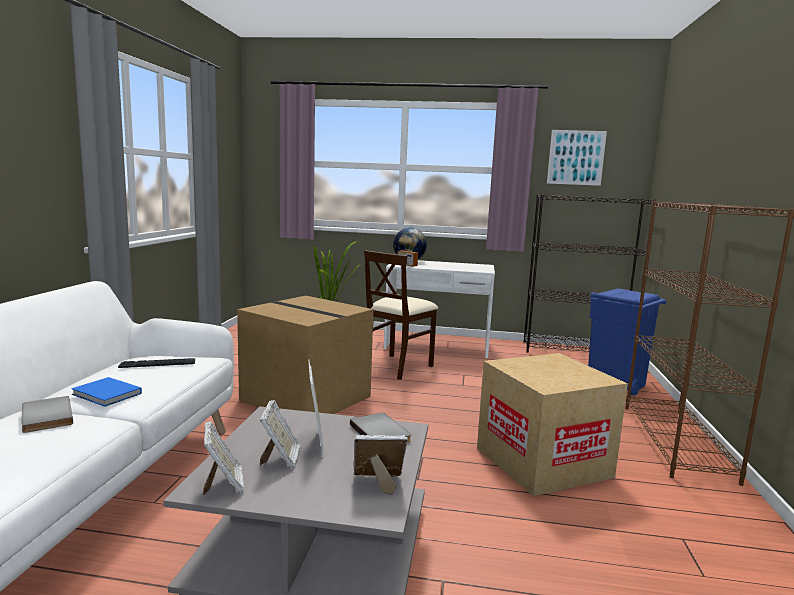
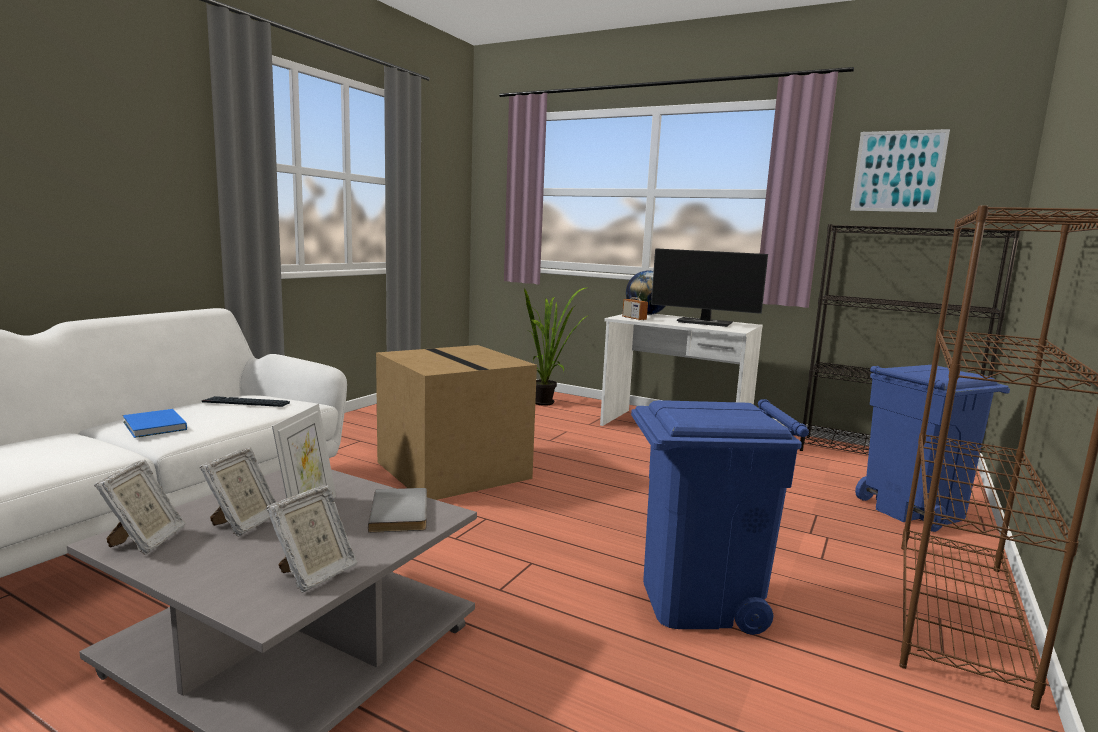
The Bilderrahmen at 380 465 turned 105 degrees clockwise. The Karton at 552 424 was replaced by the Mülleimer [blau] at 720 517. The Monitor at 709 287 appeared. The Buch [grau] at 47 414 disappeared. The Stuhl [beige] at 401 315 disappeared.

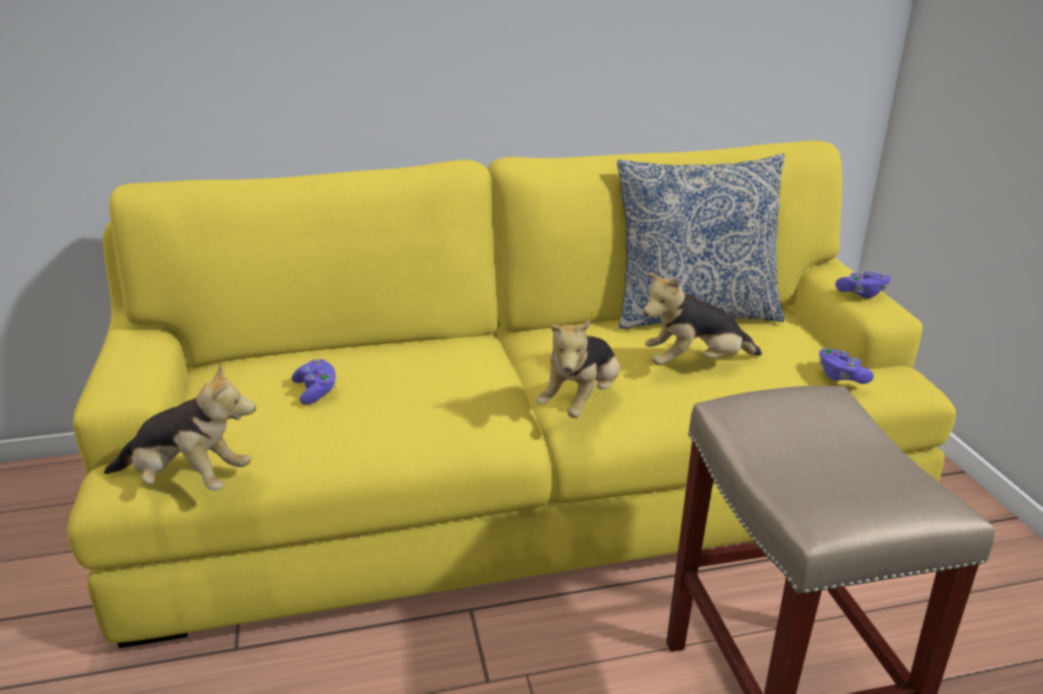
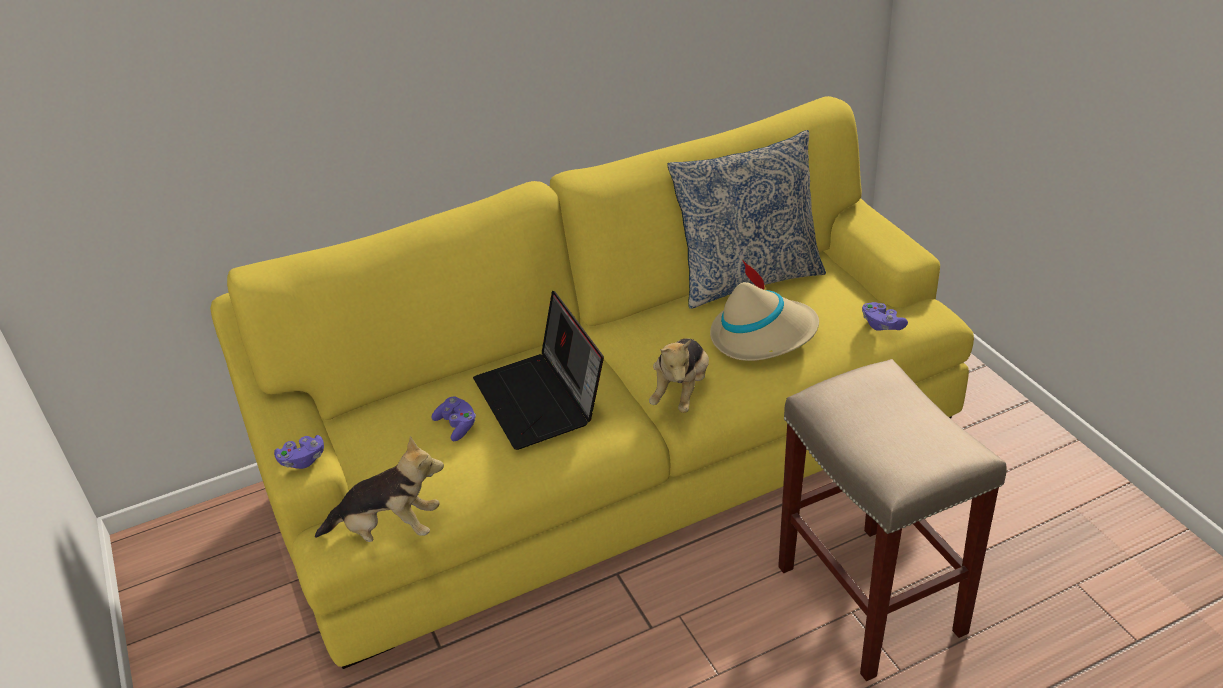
The Gamepad [lila] moved from 862 285 to 299 452. The Laptop at 538 370 appeared. The Plüschtier at 702 318 was replaced by the Hut [beige] at 764 310.

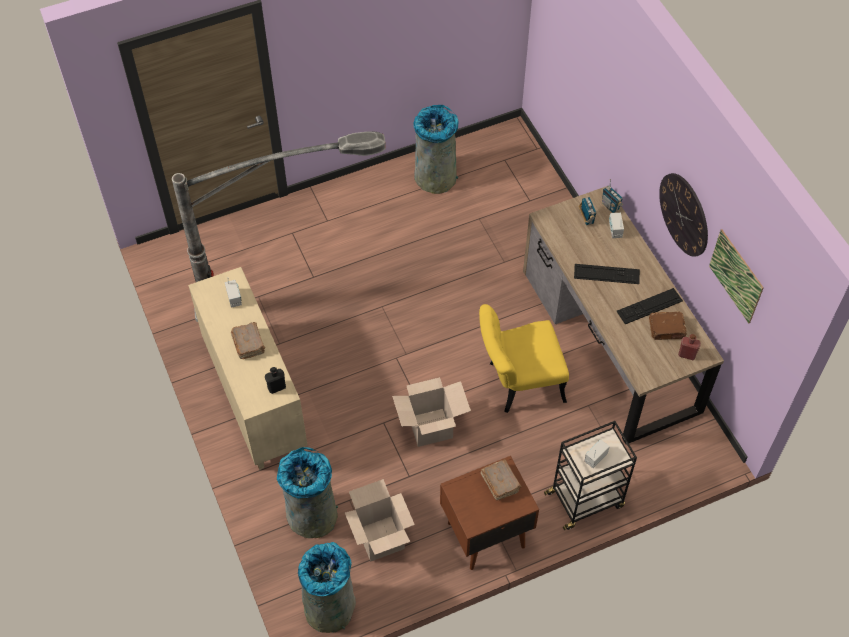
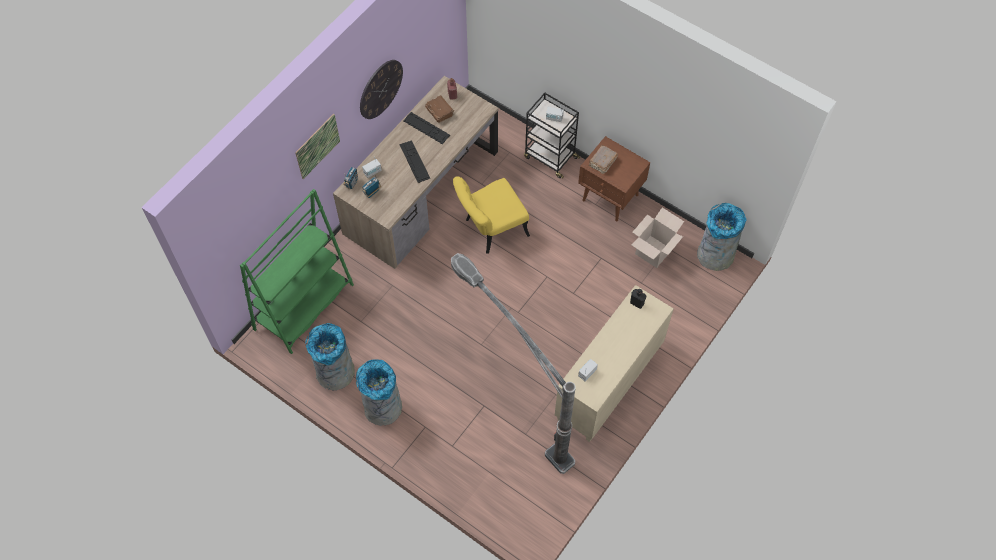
The Bücherregal [grün] at 297 271 appeared. The Bild moved from 736 276 to 317 146. The Mülleimer [grau] moved from 307 492 to 379 393. The Stuhl [gelb] at 524 358 turned 105 degrees clockwise. The Buch [braun] at 248 340 disappeared. The Karton at 431 412 disappeared.

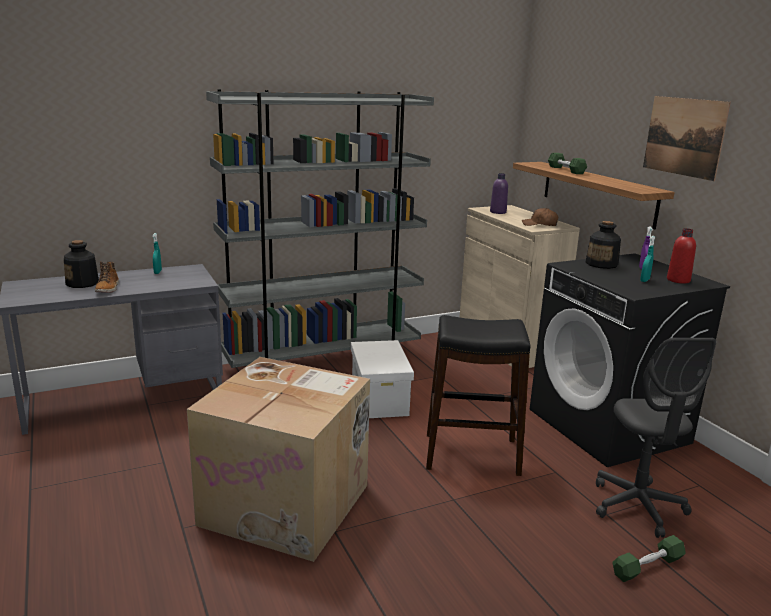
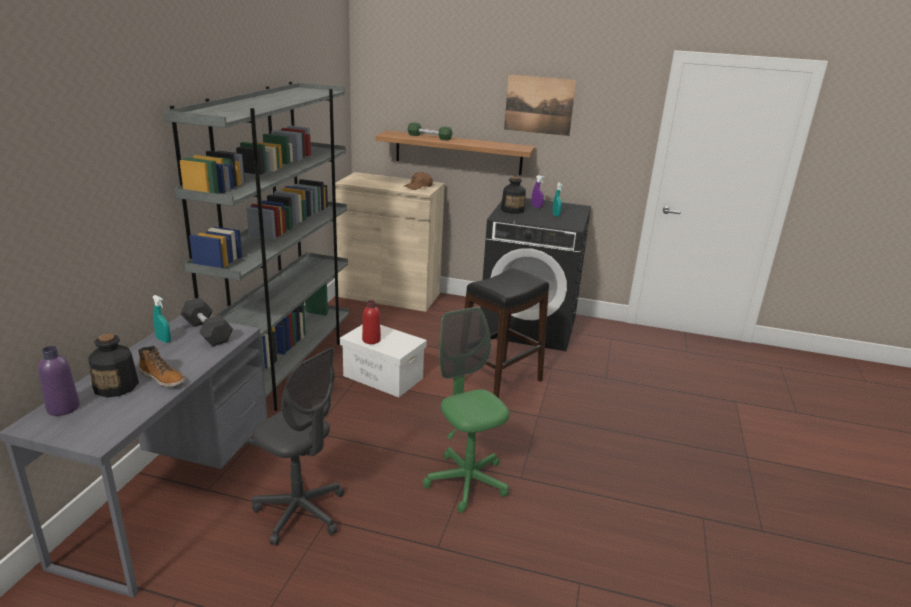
The Flasche [lila] moved from 499 193 to 59 381. The Hantel [grau] at 206 322 appeared. The Bürostuhl [grau] moved from 656 438 to 298 446. The Flasche [rot] moved from 681 256 to 371 322. The Karton at 278 459 was replaced by the Bürostuhl [grün] at 466 410. The Hantel [grün] at 649 558 disappeared.

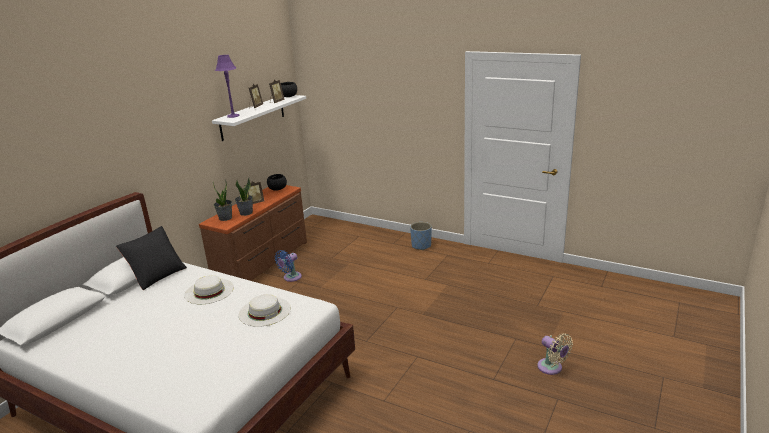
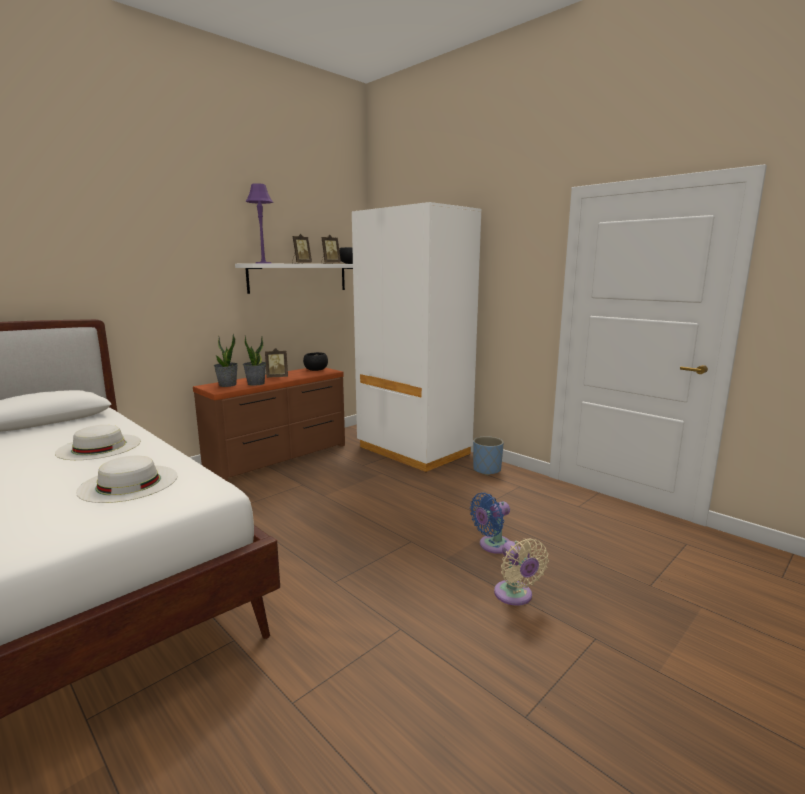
The Kleiderschrank [weiß] at 416 337 appeared. The Ventilator [blau] moved from 288 266 to 490 523. The Ventilator [beige] moved from 555 354 to 521 572. The Kissen [schwarz] at 151 258 disappeared.

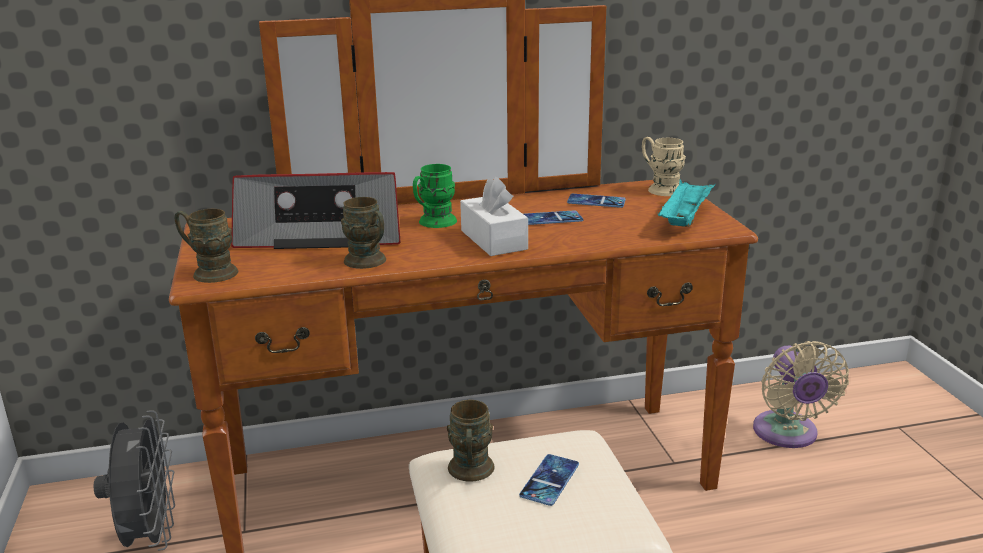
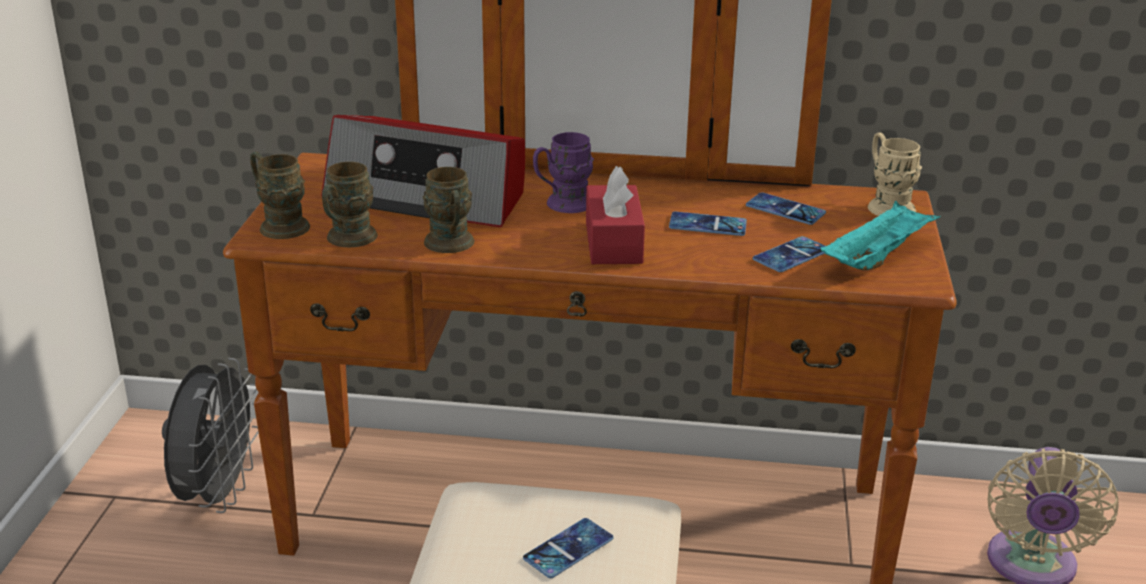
The Henkelbecher [braun] moved from 471 441 to 350 204. The Henkelbecher [grün] at 435 196 became the Henkelbecher [lila] at 563 172. The Taschentuchbox [weiß] at 494 216 became the Taschentuchbox [rot] at 615 215. The Handy at 789 254 appeared.

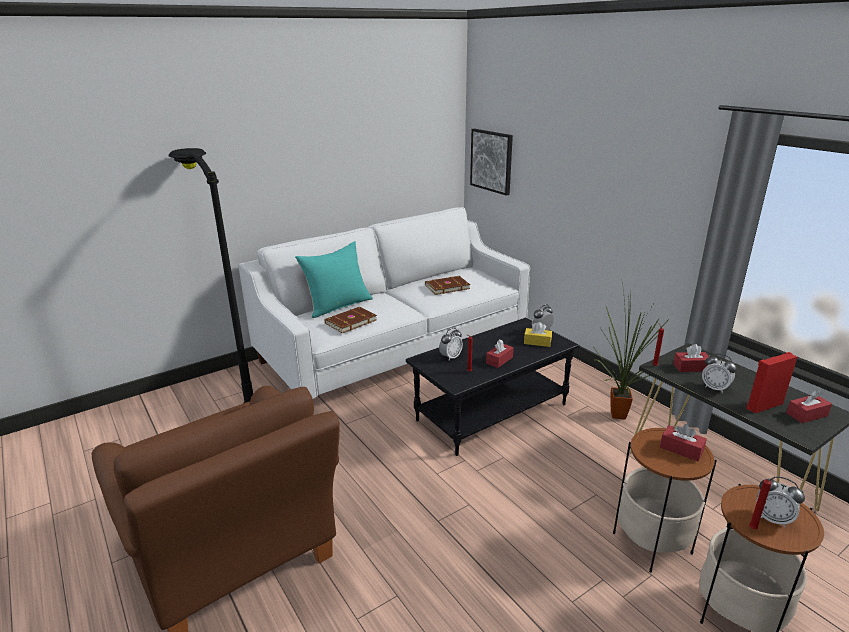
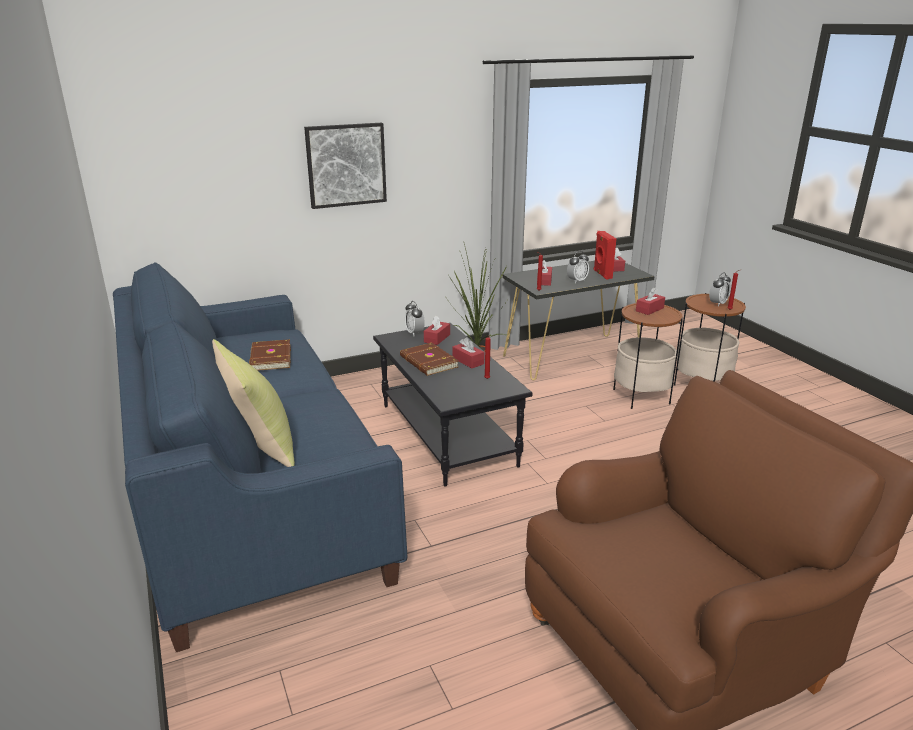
The Sofa [weiß] at 384 303 became the Sofa [blau] at 260 457. The Kissen [türkis] at 334 279 became the Kissen [gelb] at 253 403. The Bild moved from 491 162 to 345 166. The Buch [braun] moved from 351 320 to 429 359. The Taschentuchbox [gelb] at 538 334 became the Taschentuchbox [rot] at 437 330. The Stehlampe [schwarz] at 210 275 disappeared. The Wecker at 451 344 disappeared.

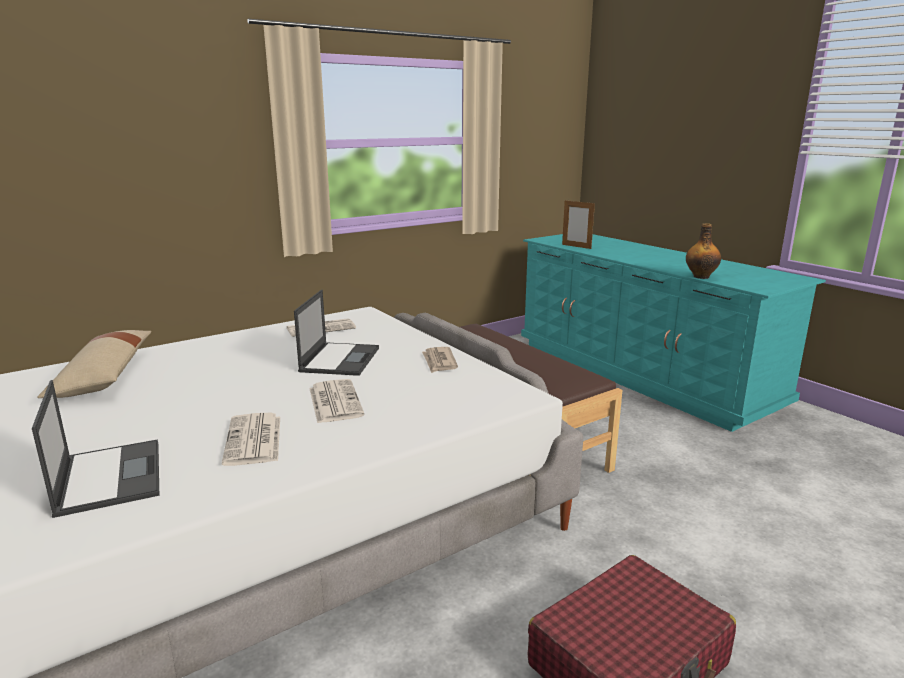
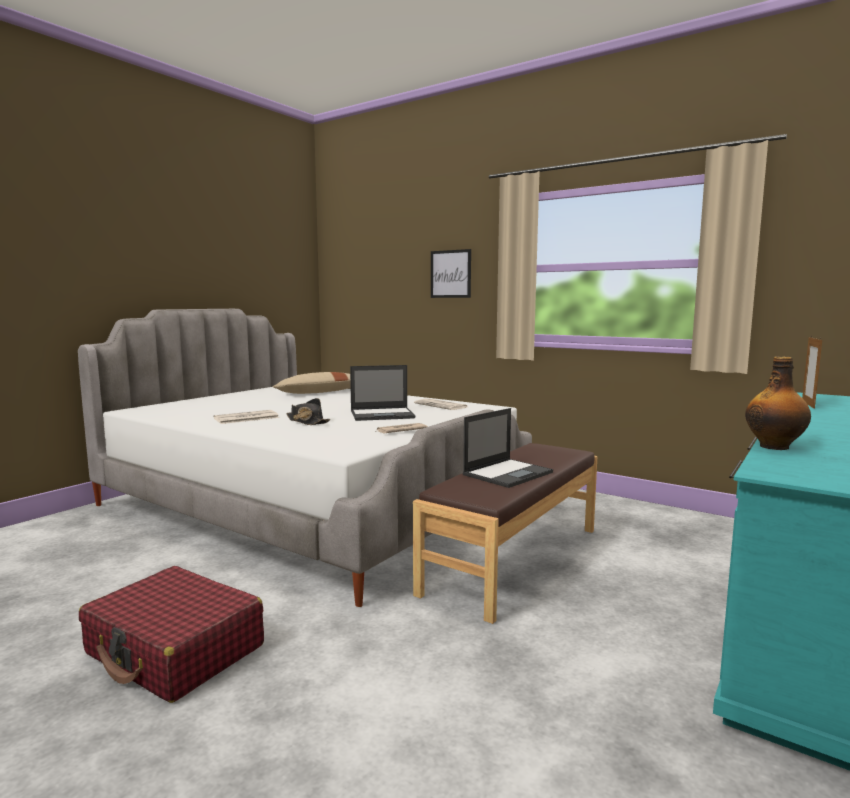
The Zeitung at 337 401 was replaced by the Hut [schwarz] at 308 411. The Bild at 451 273 appeared. The Laptop moved from 96 449 to 508 448.

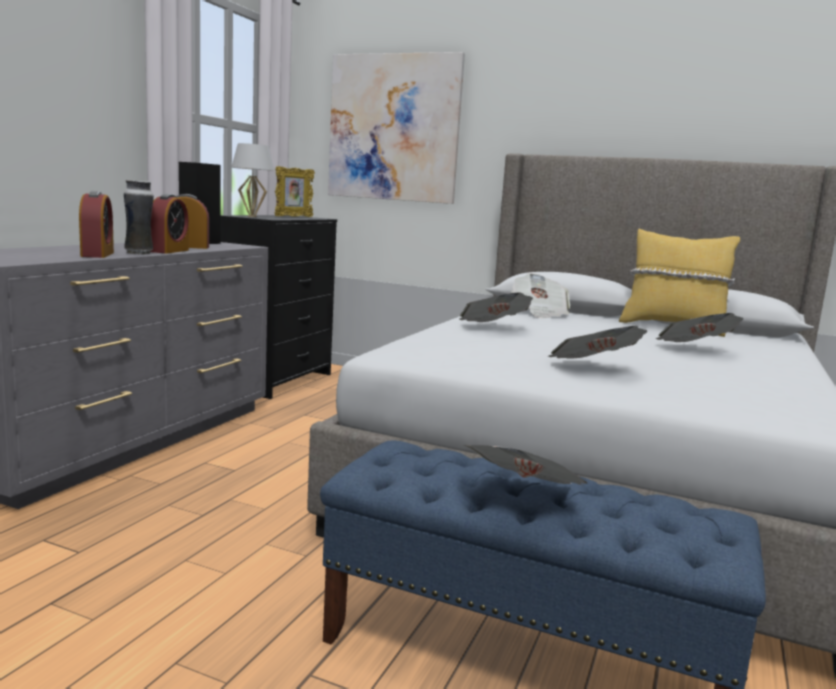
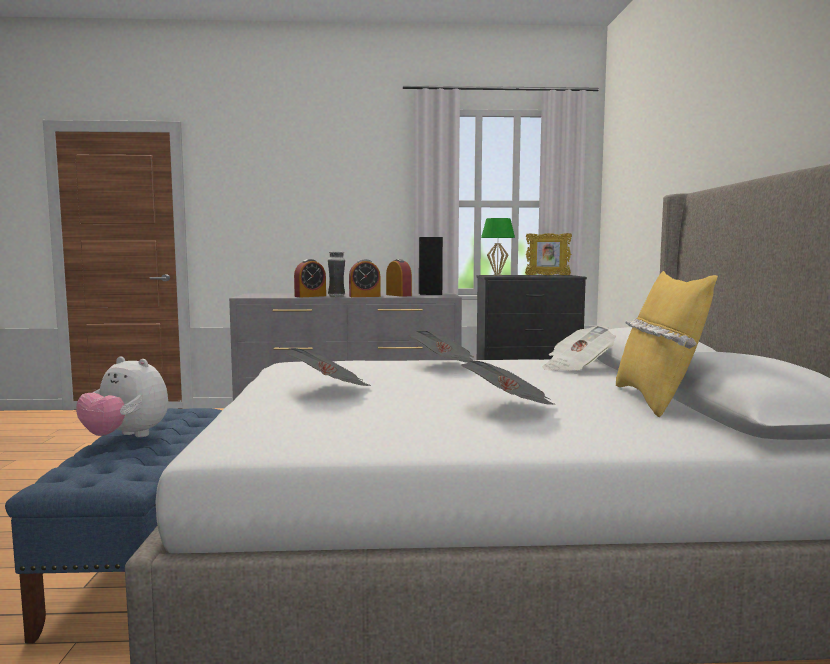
The Zeitung at 525 465 was replaced by the Plüschtier at 122 396. The Tischlampe [weiß] at 252 180 became the Tischlampe [grün] at 498 247. The Bild at 396 128 disappeared.

